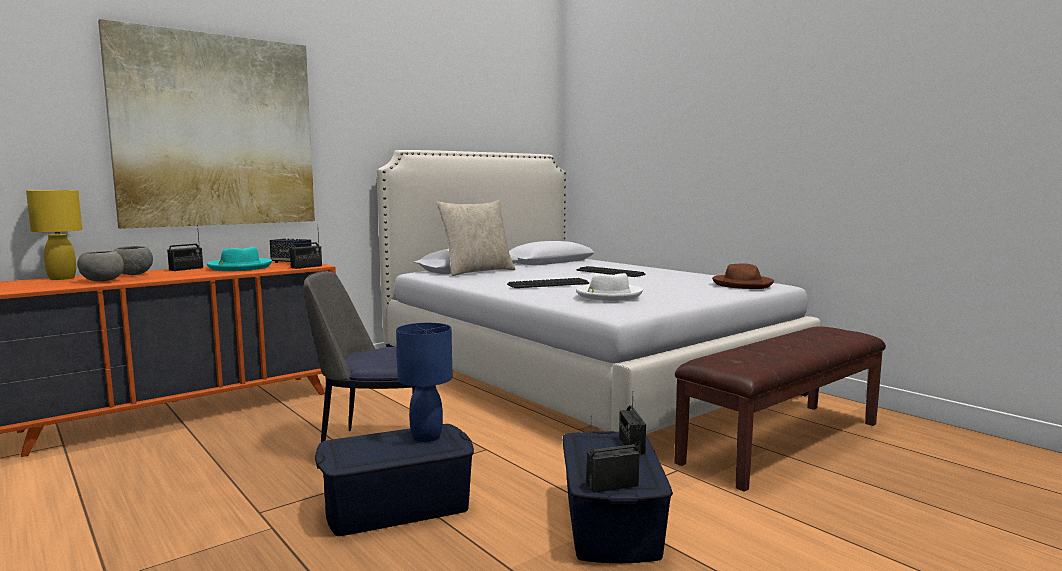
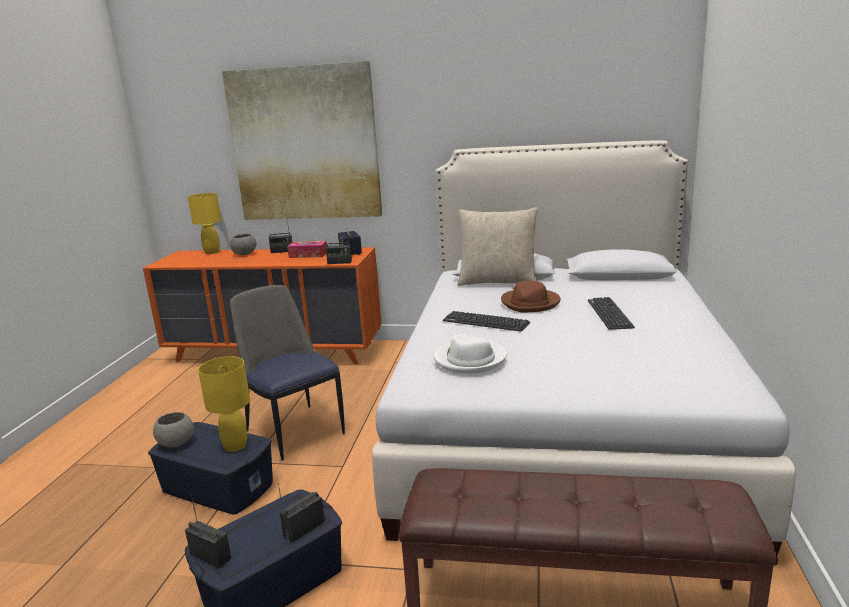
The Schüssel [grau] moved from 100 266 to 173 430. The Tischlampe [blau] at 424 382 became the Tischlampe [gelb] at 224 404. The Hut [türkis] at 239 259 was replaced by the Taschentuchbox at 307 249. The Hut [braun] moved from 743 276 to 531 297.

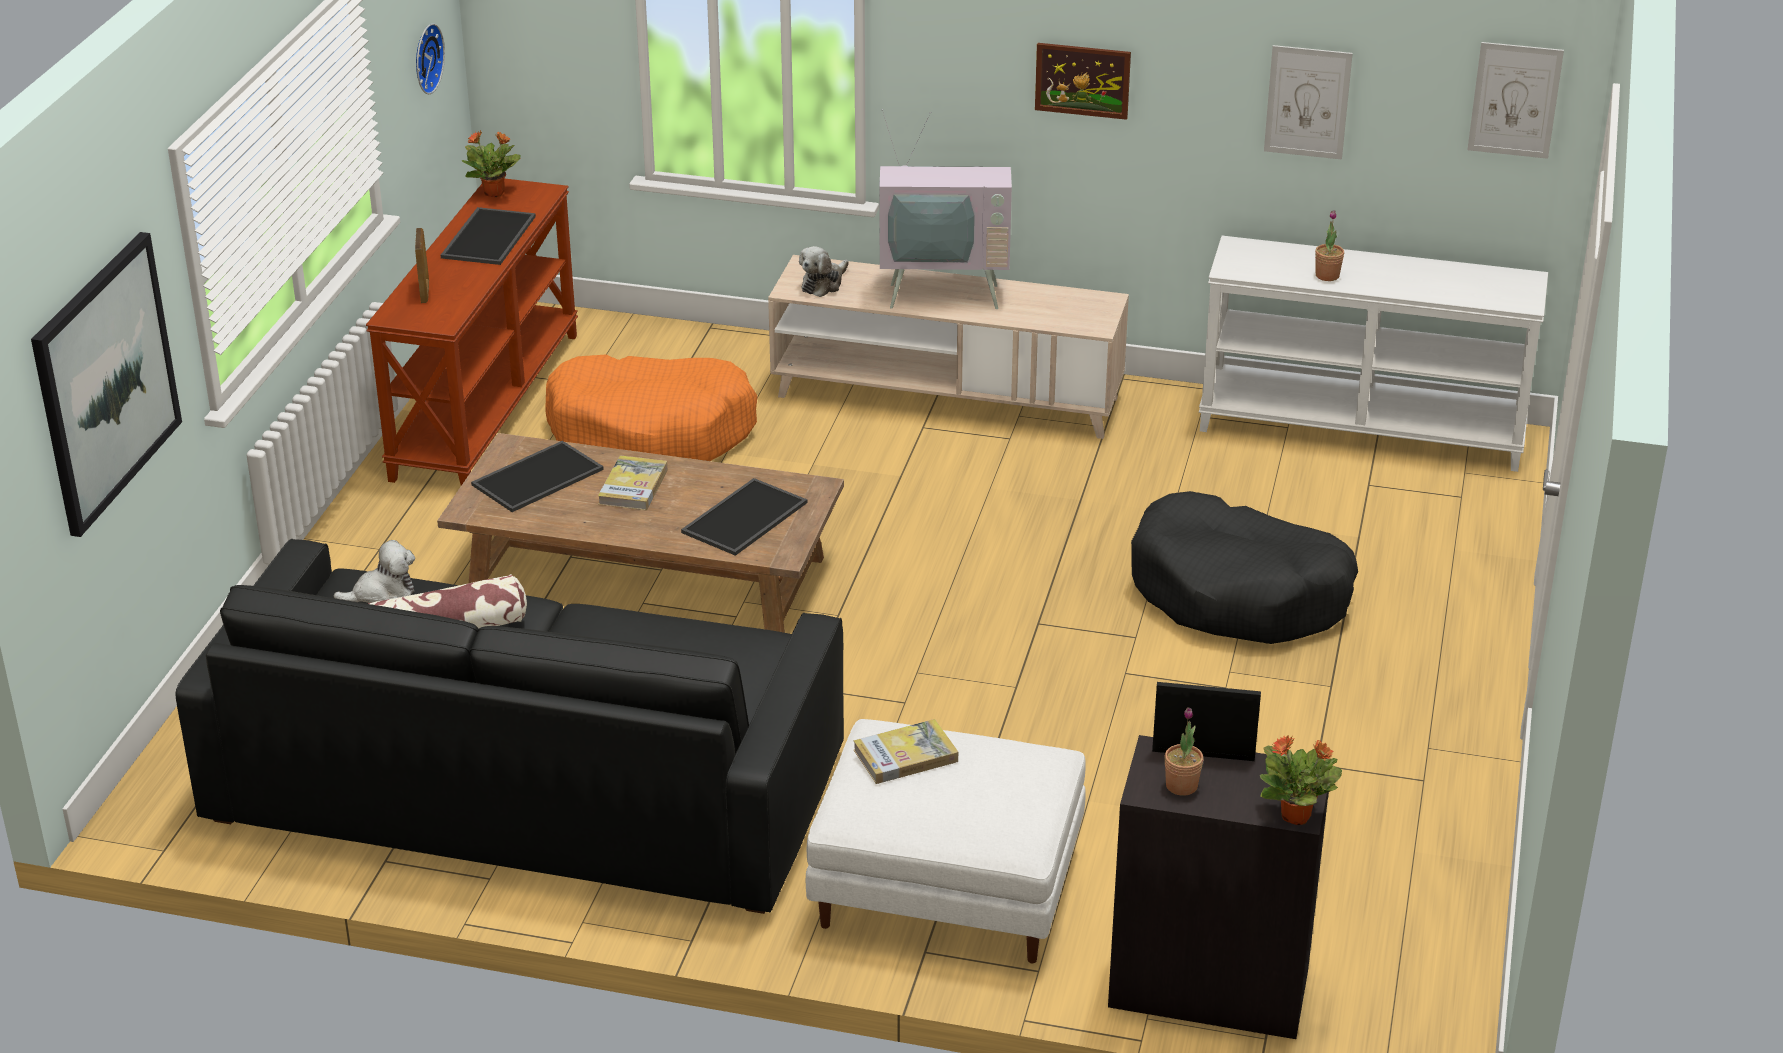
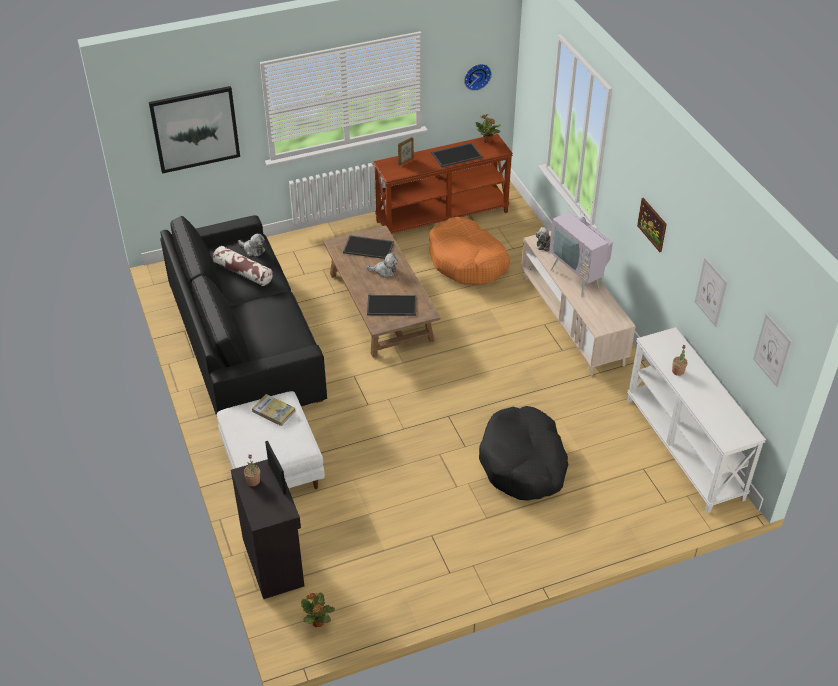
The Topfpflanze moved from 1301 780 to 318 609. The Buch at 633 482 was replaced by the Plüschtier at 382 265.

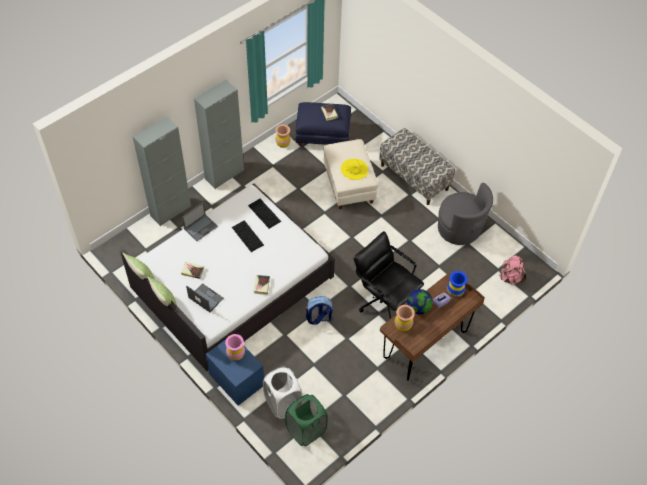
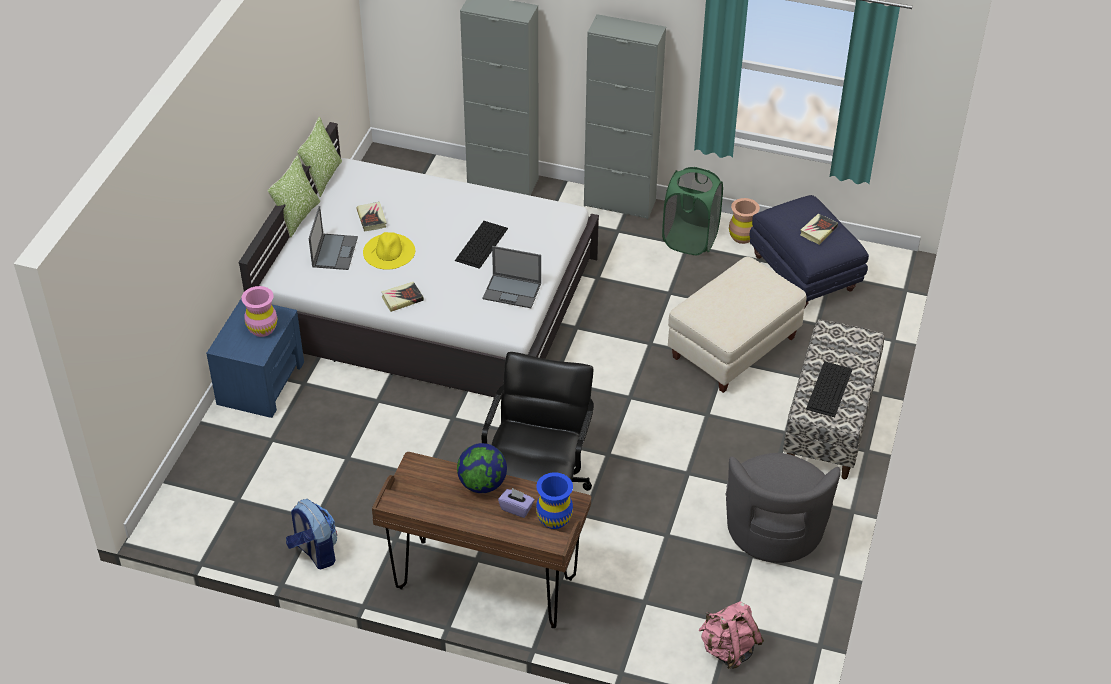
The Rucksack moved from 319 310 to 311 534. The Hut [gelb] moved from 354 169 to 389 251. The Laptop moved from 200 221 to 512 277. The Wäschekorb [grün] moved from 306 420 to 692 211. The Tastatur moved from 264 214 to 829 389. The Wäschekorb [weiß] at 282 393 disappeared. The Vase [braun] at 405 318 disappeared.

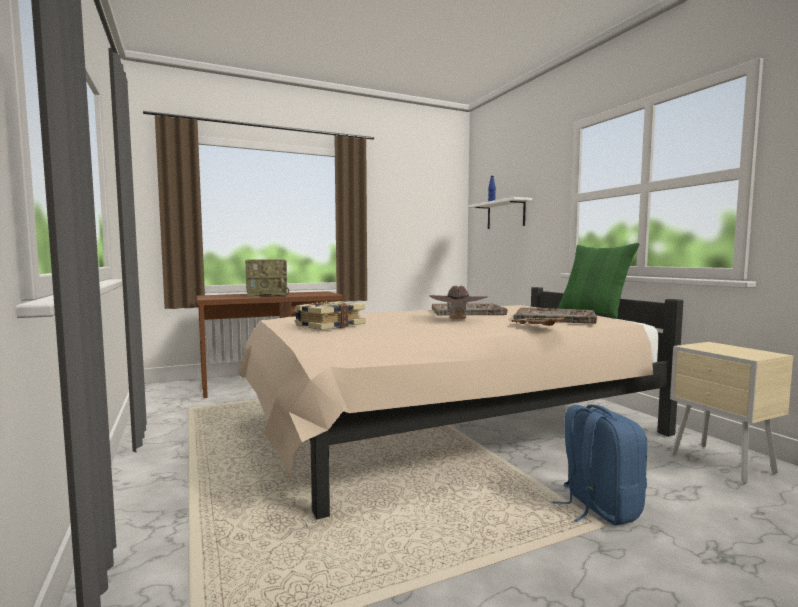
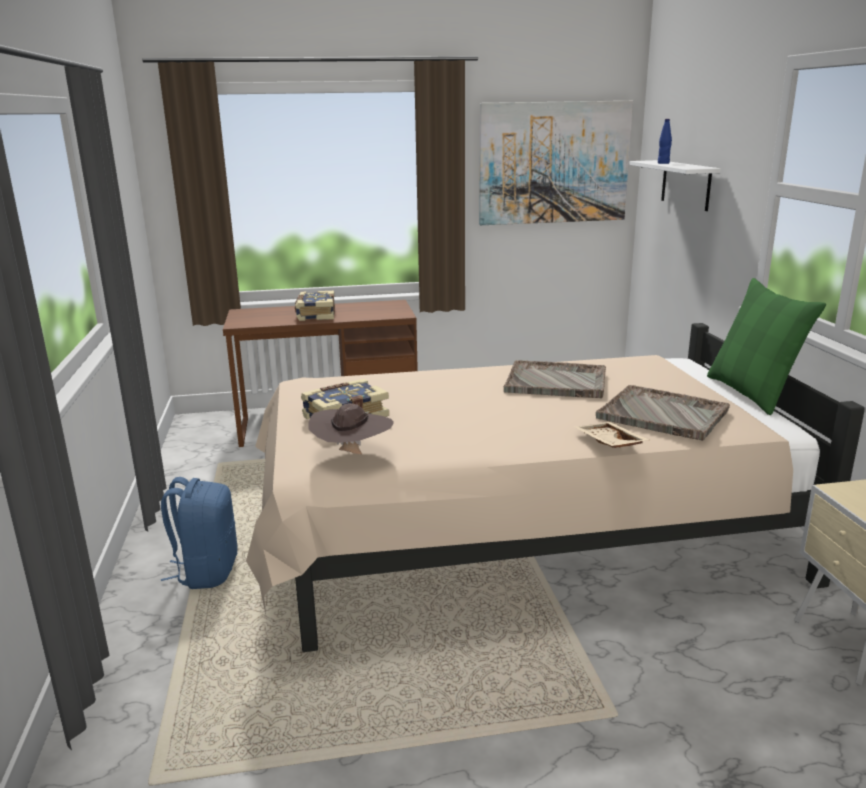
The Rucksack [blau] moved from 599 465 to 199 533. The Radio at 267 278 was replaced by the Buch at 315 306. The Hut [braun] moved from 458 302 to 351 429. The Bild at 556 163 appeared.

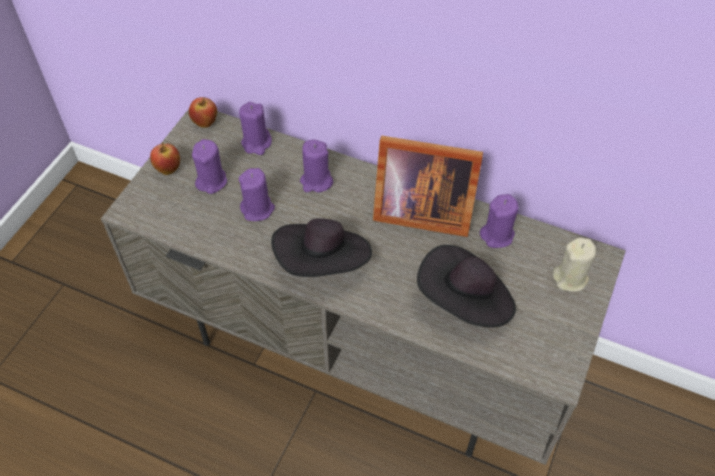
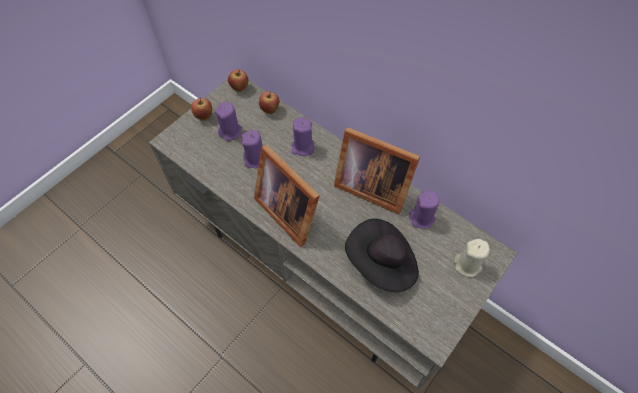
The Hut [schwarz] at 321 247 was replaced by the Bilderrahmen at 287 196. The Kerze [lila] at 255 128 was replaced by the Apfel at 269 102.

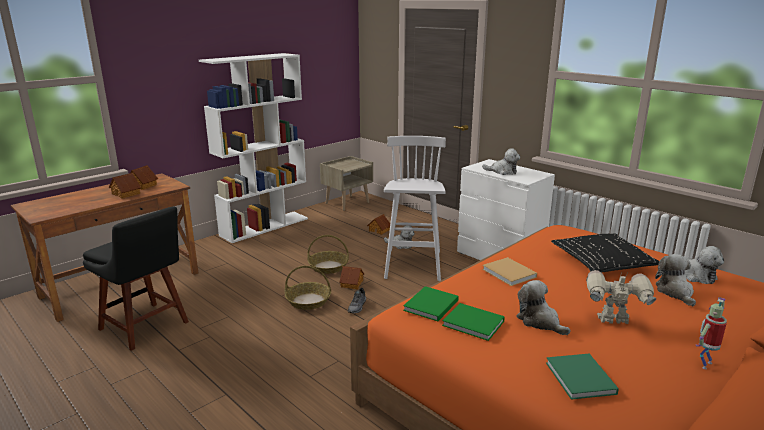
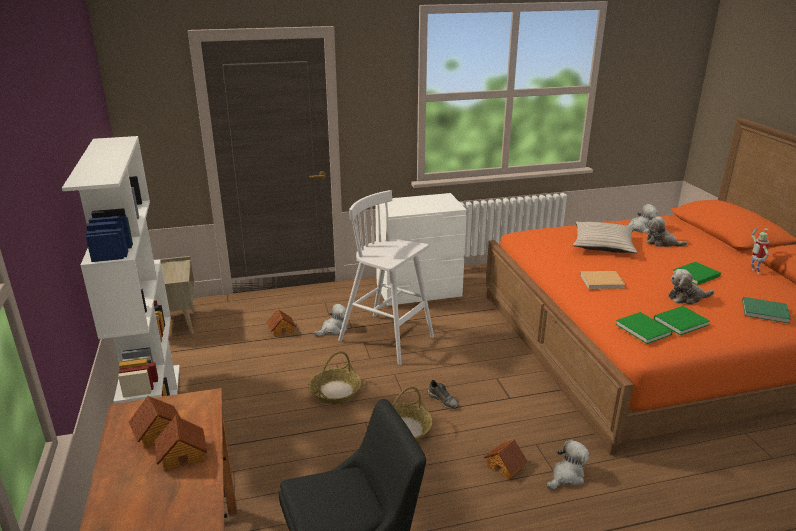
The Spielzeughaus moved from 351 277 to 505 459. The Plüschtier moved from 501 161 to 568 465. The Kissen [schwarz] at 605 253 became the Kissen [beige] at 605 237. The Spielzeugroboter at 621 297 was replaced by the Buch [grün] at 696 273.

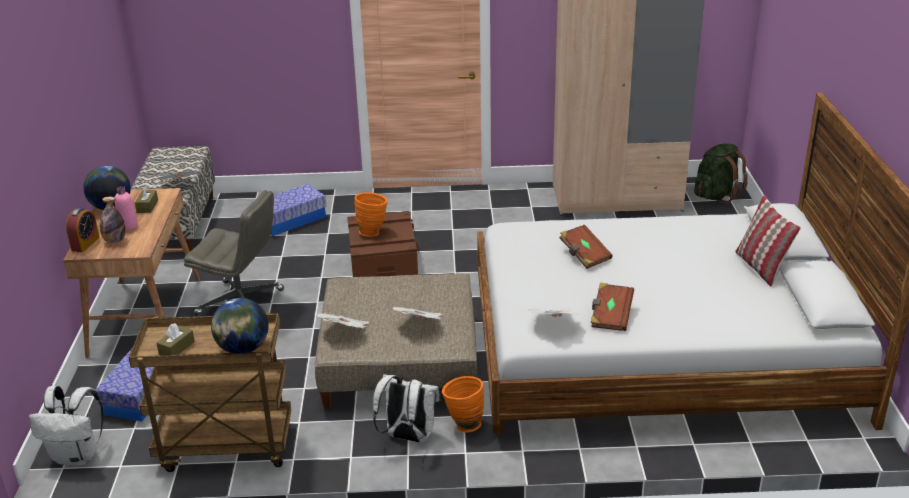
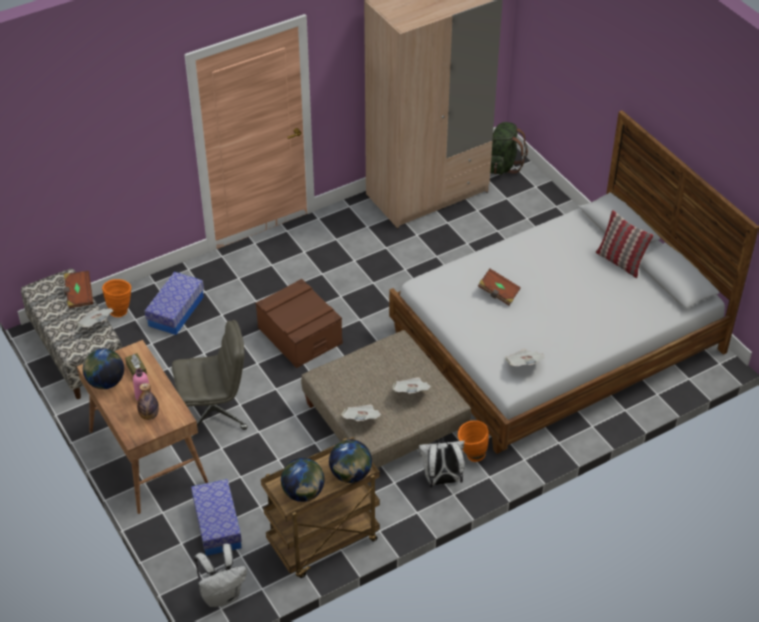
The Buch [braun] moved from 612 306 to 78 289. The Vase [orange] moved from 371 214 to 116 298. The Taschentuchbox [braun] at 175 339 was replaced by the Globus at 302 480. The Wecker at 83 230 disappeared.

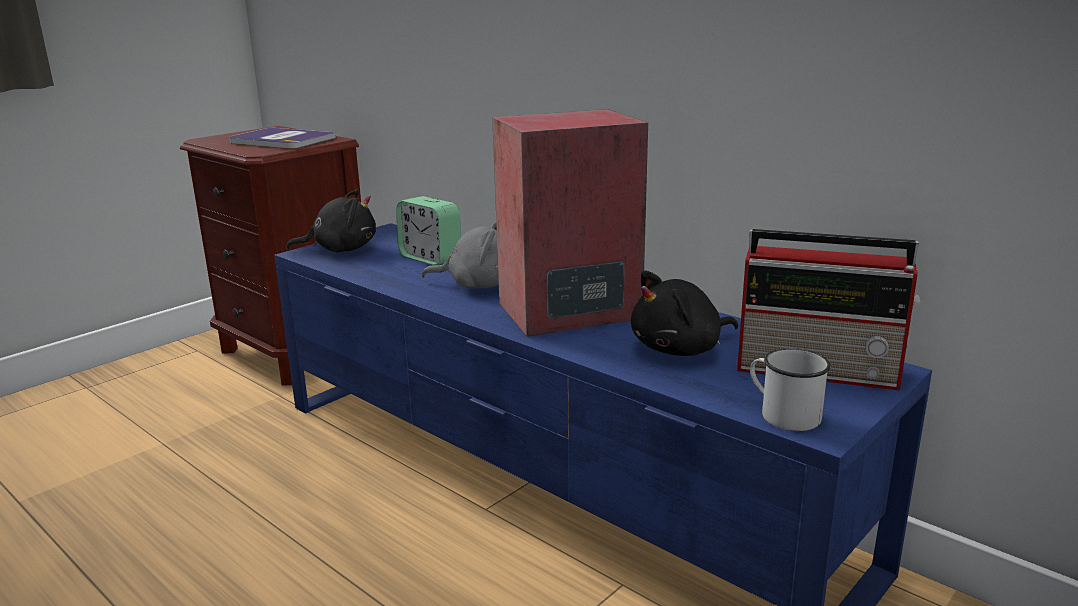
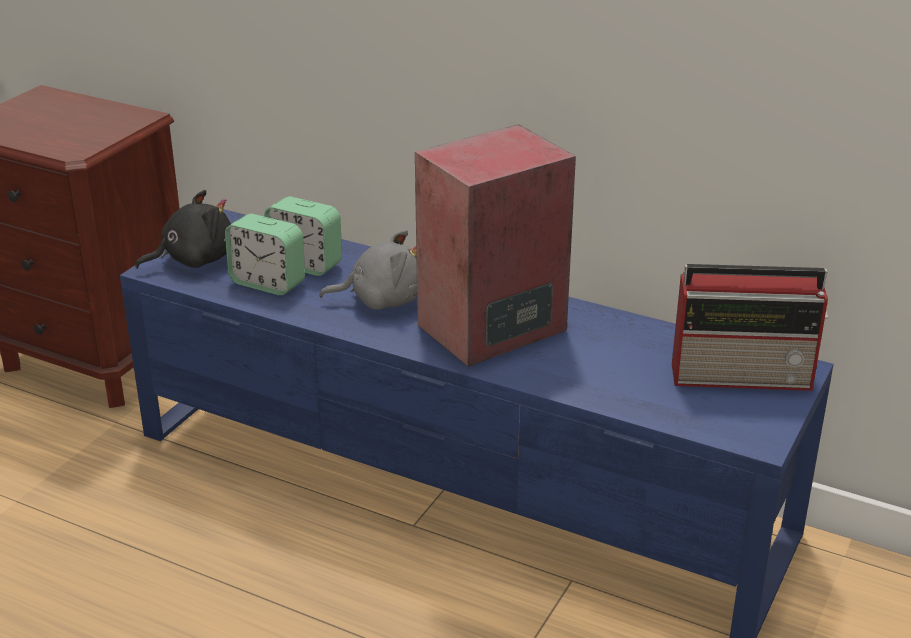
The Wecker at 265 254 appeared. The Buch at 282 138 disappeared. The Plüschtier [schwarz] at 684 313 disappeared. The Henkelbecher [weiß] at 790 389 disappeared.

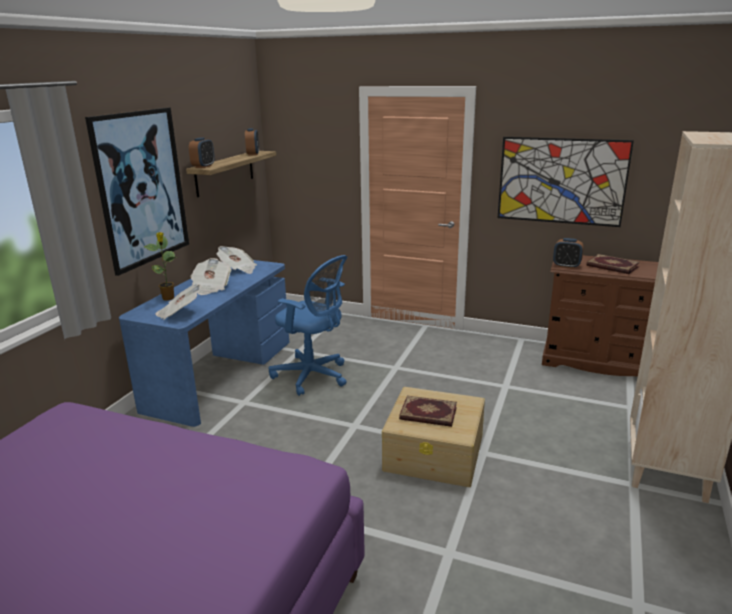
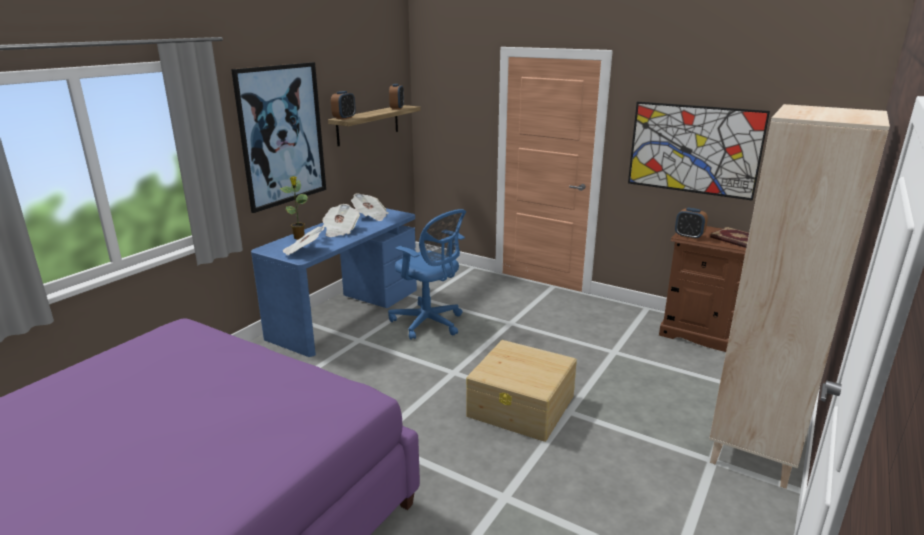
The Buch at 428 411 disappeared.

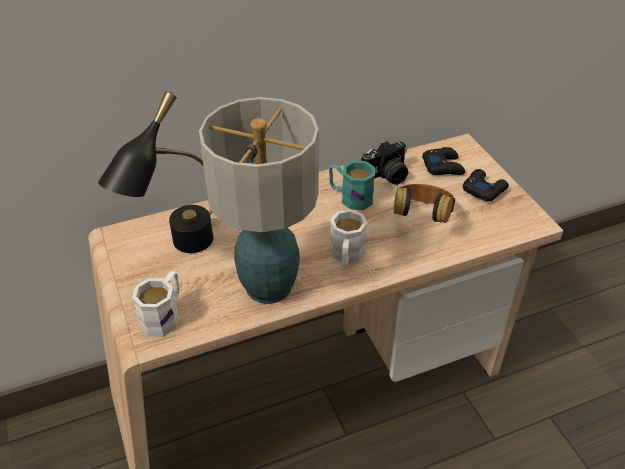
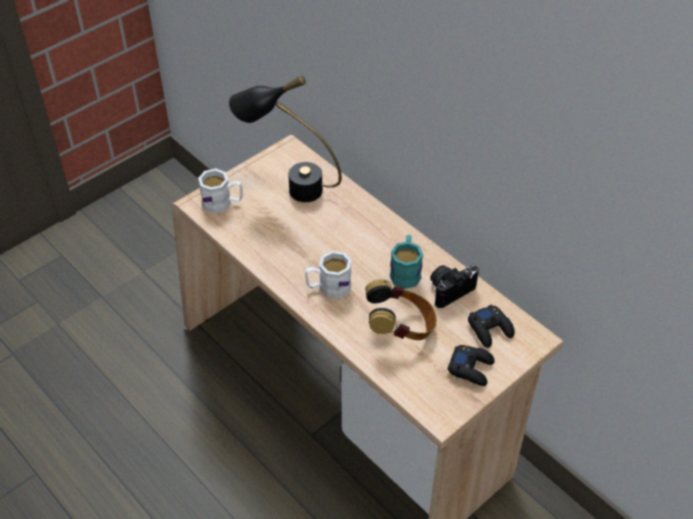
The Kamera at 385 163 turned 105 degrees clockwise. The Tischlampe at 259 200 disappeared.

